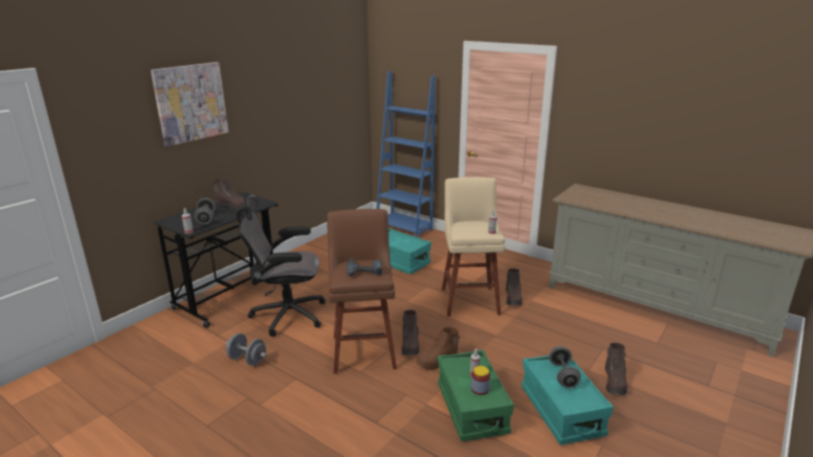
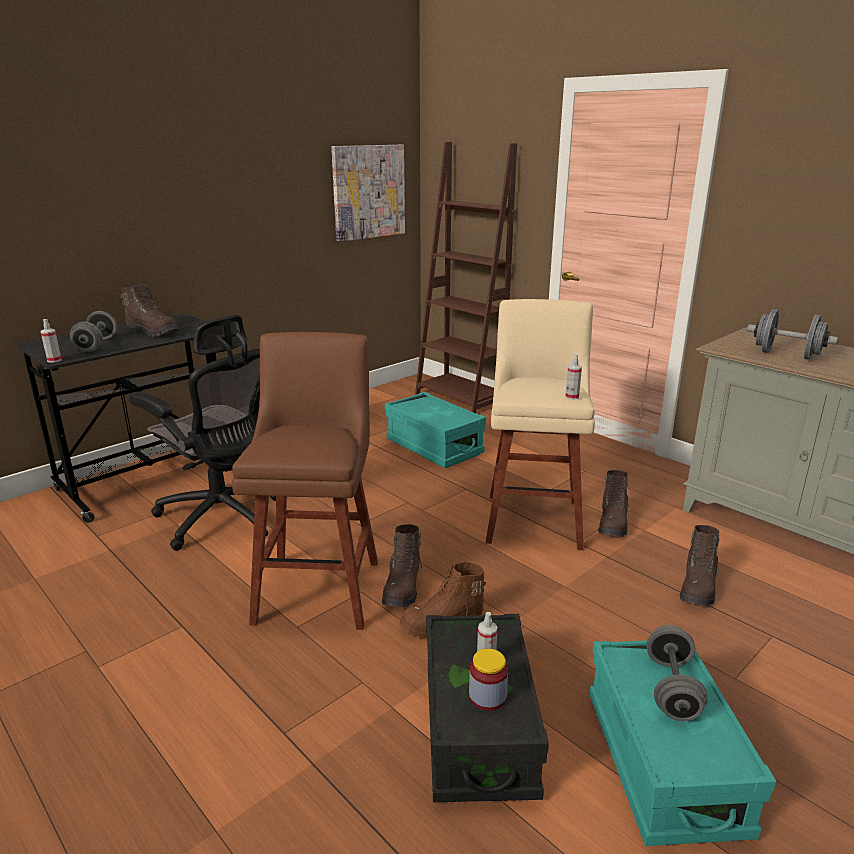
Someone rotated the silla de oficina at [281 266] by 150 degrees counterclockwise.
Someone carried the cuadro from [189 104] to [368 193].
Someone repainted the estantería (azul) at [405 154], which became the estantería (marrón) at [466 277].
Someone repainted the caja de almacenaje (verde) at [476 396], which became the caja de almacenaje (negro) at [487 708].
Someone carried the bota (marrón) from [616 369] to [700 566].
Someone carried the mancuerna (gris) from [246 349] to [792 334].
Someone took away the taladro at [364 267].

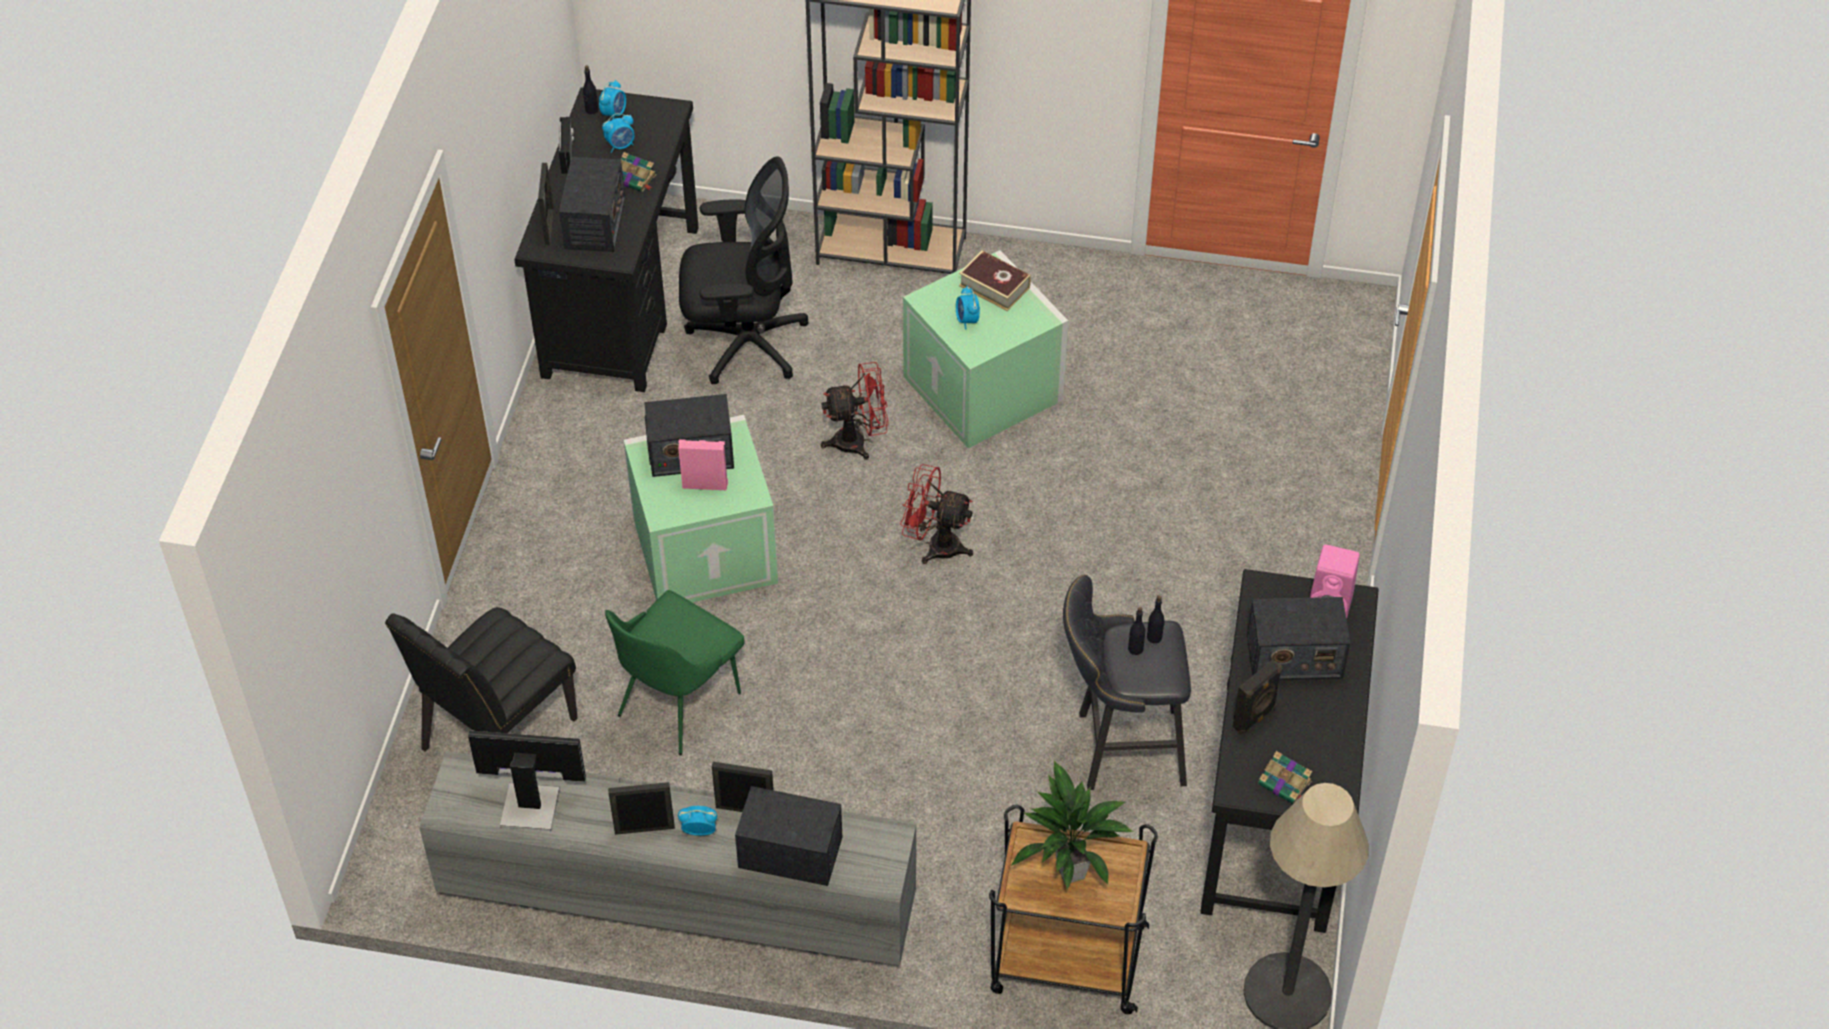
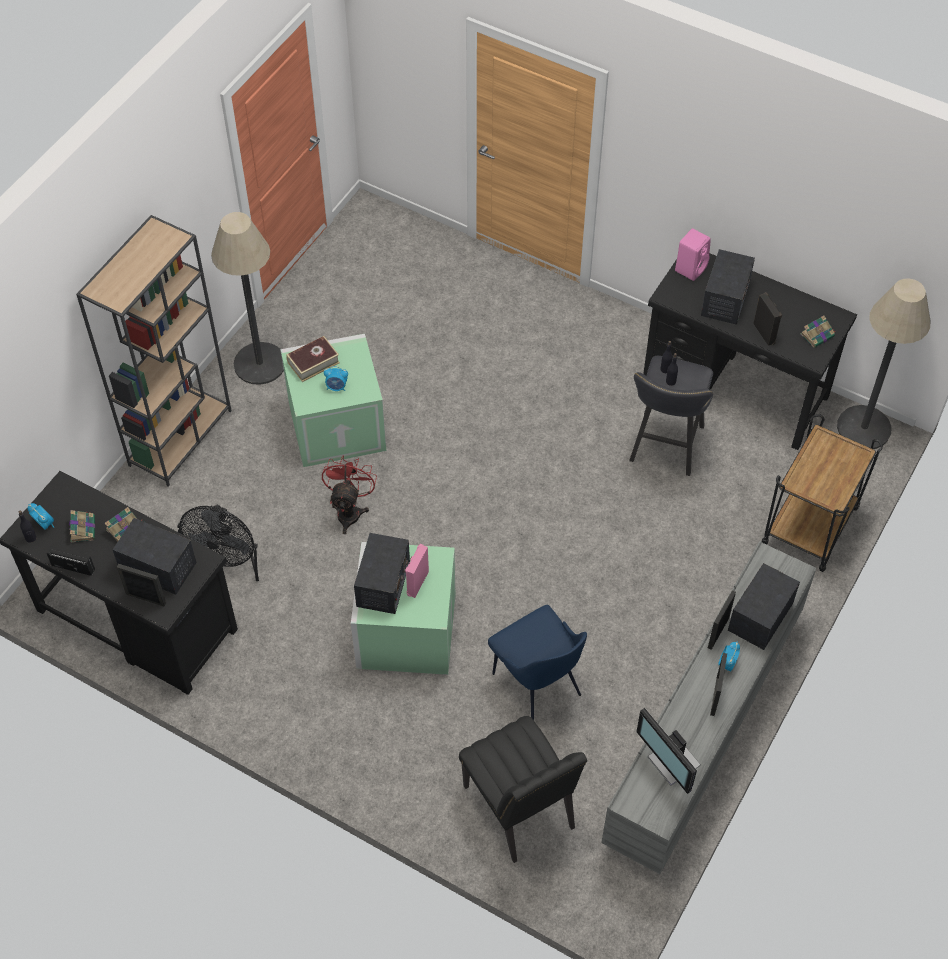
Someone swapped the despertador at [618 133] for the libro at [82 526].
Someone swapped the silla de oficina (negro) at [743 270] for the ventilador (negro) at [218 543].
Someone put down the lámpara de pie at [247 298].
Someone repainted the silla (verde) at [675 672], which became the silla (azul) at [537 663].
Someone rotated the monitor at [527 780] by 60 degrees counterclockwise.
Someone took away the ventilador (rojo) at [936 514].
Someone took away the planta en maceta at [1072 824].

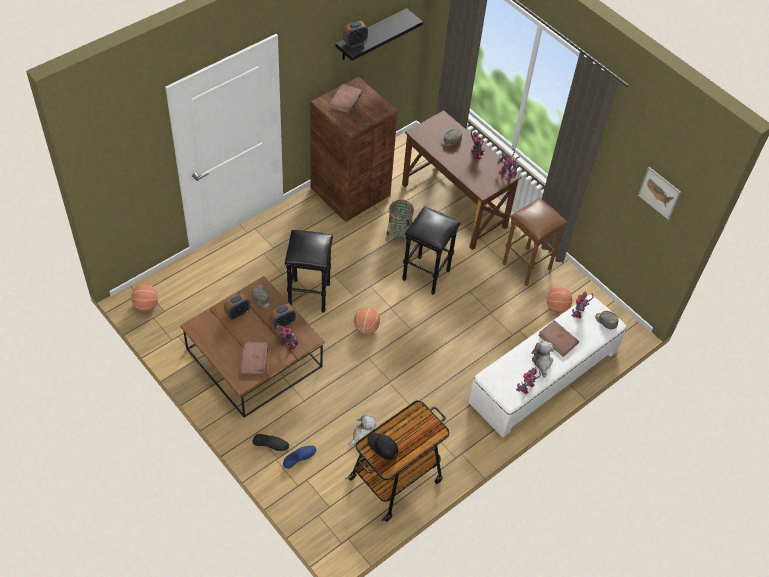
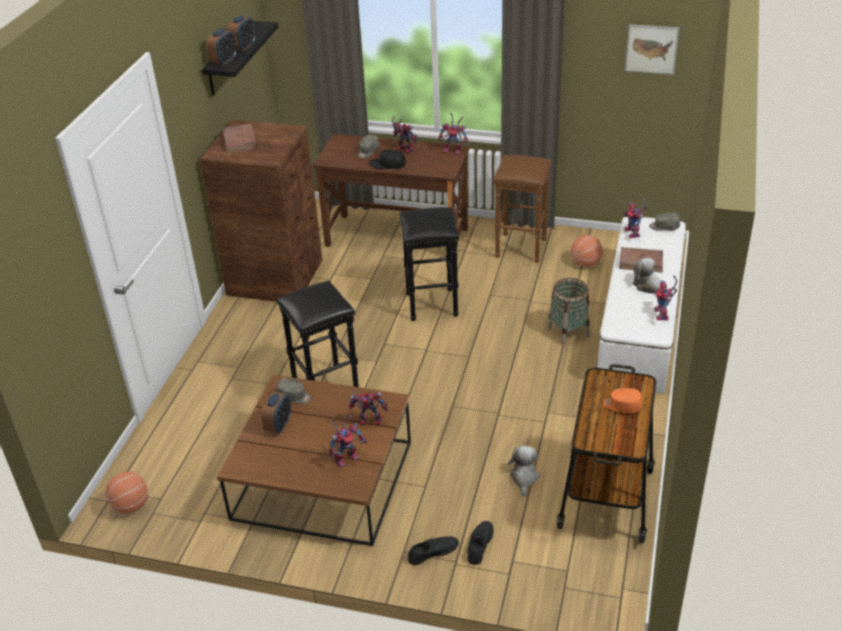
Someone carried the despertador from [283 316] to [241 33].
Someone swapped the libro (marrón) at [254 357] for the robot de juguete at [348 441].
Someone carried the gorra (negro) from [382 446] to [387 159].
Someone repainted the zapato (azul) at [299 457], which became the zapato (negro) at [480 543].
Someone carried the cesta from [400 222] to [568 311].
Someone put down the gorra (naranja) at [623 400].
Someone took away the balón de baloncesto at [367 320].

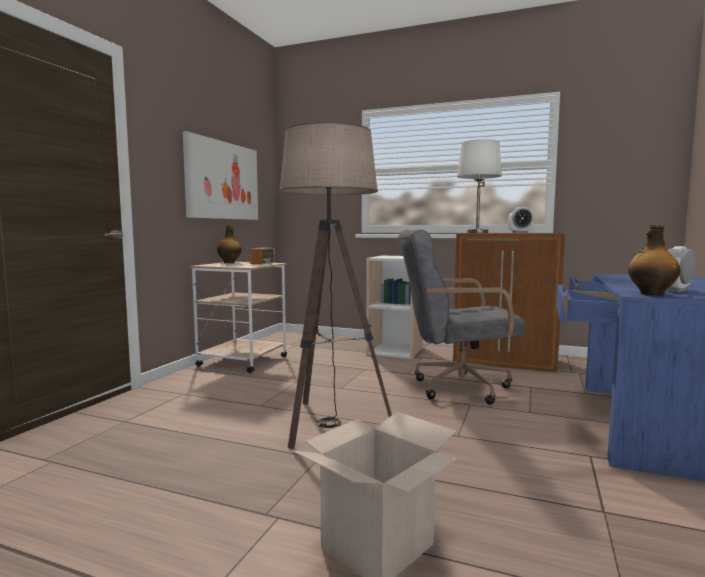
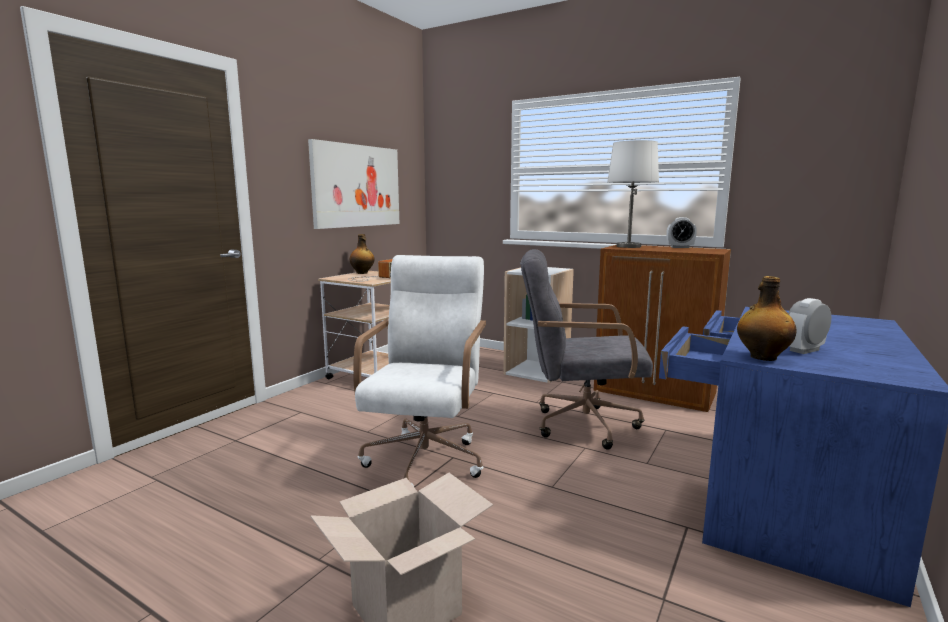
Someone swapped the lámpara de pie at [336 285] for the silla de oficina (blanco) at [419 370].

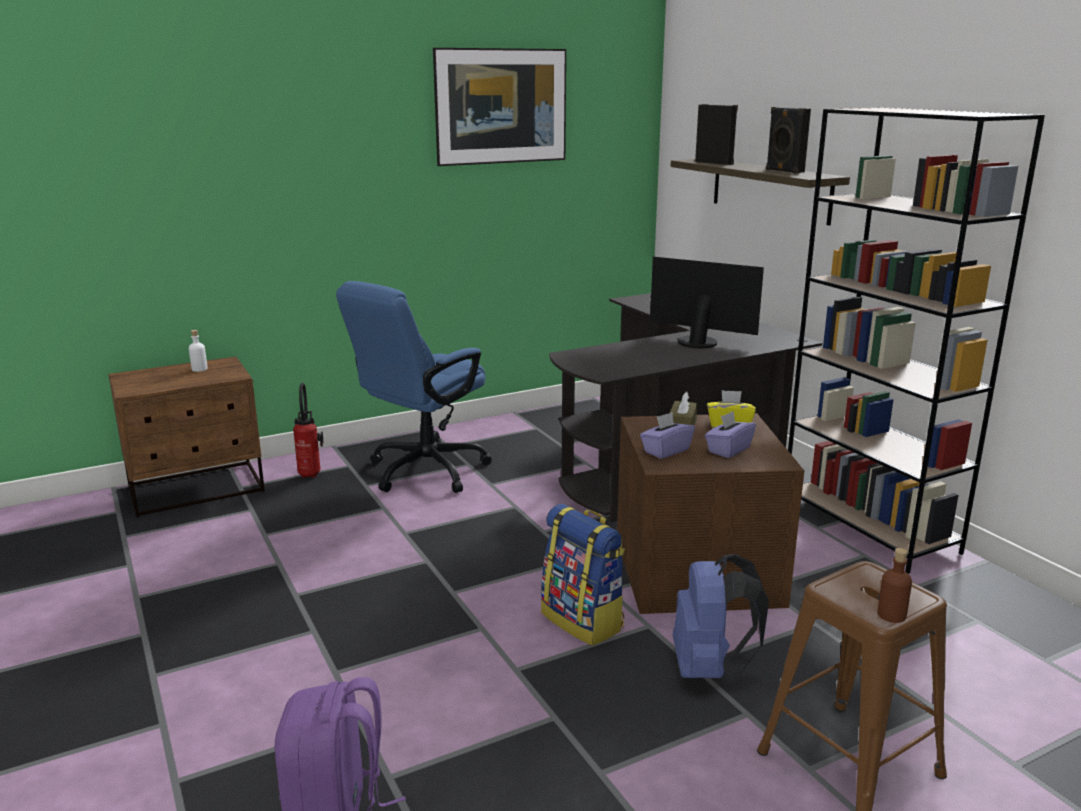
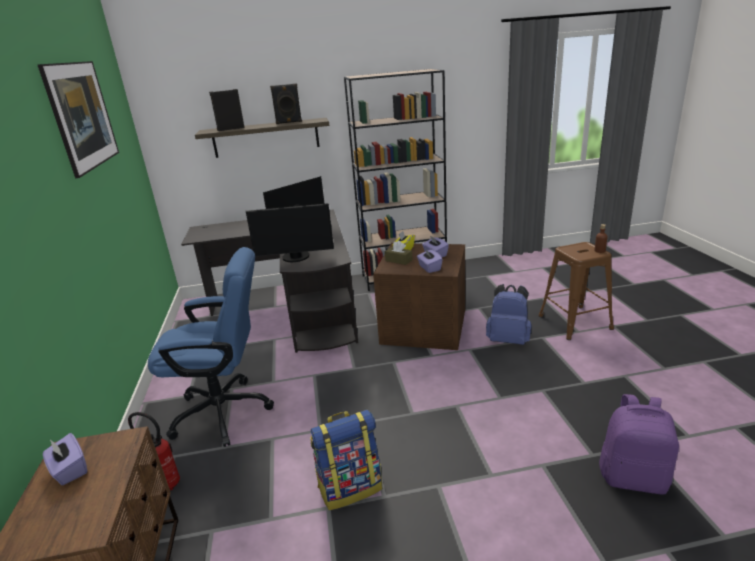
Someone swapped the botella (blanco) at [198 351] for the caja de pañuelos (morado) at [65 459].
Someone rotated the silla de oficina (azul) at [414 387] by 60 degrees counterclockwise.
Someone put down the monitor at [290 232].
Someone carried the mochila from [583 575] to [346 460].

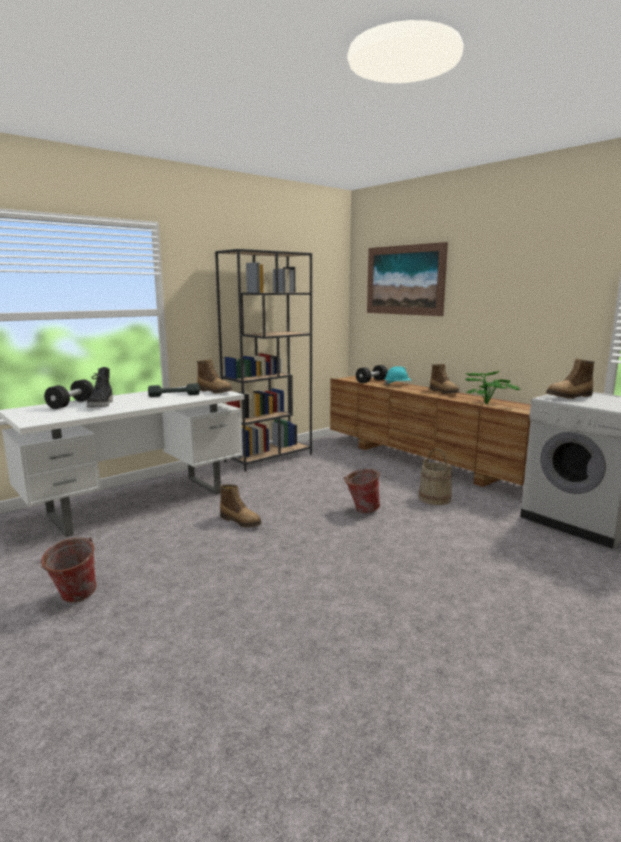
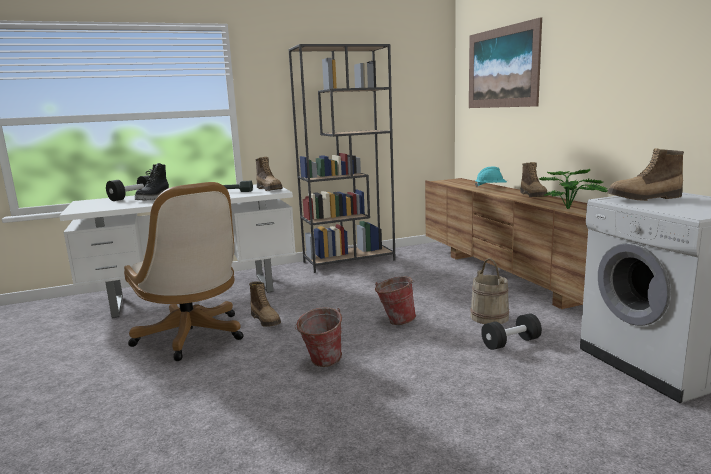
Someone put down the silla de oficina at [183 271].
Someone carried the cubo from [68 570] to [318 337].
Someone carried the mancuerna (negro) from [372 374] to [511 331].

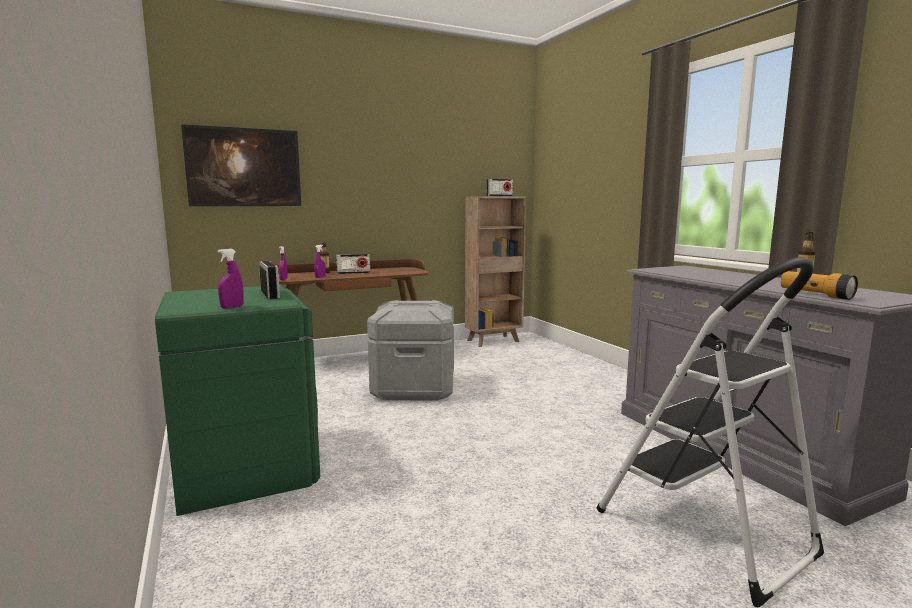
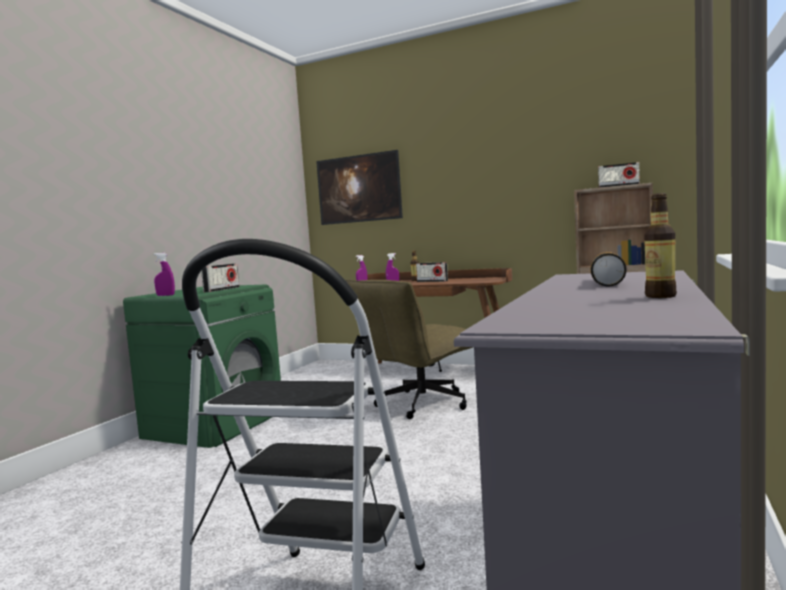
Someone swapped the caja de almacenaje (gris) at [410 350] for the silla de oficina (beis) at [409 349].
Someone carried the linterna from [819 285] to [608 269].

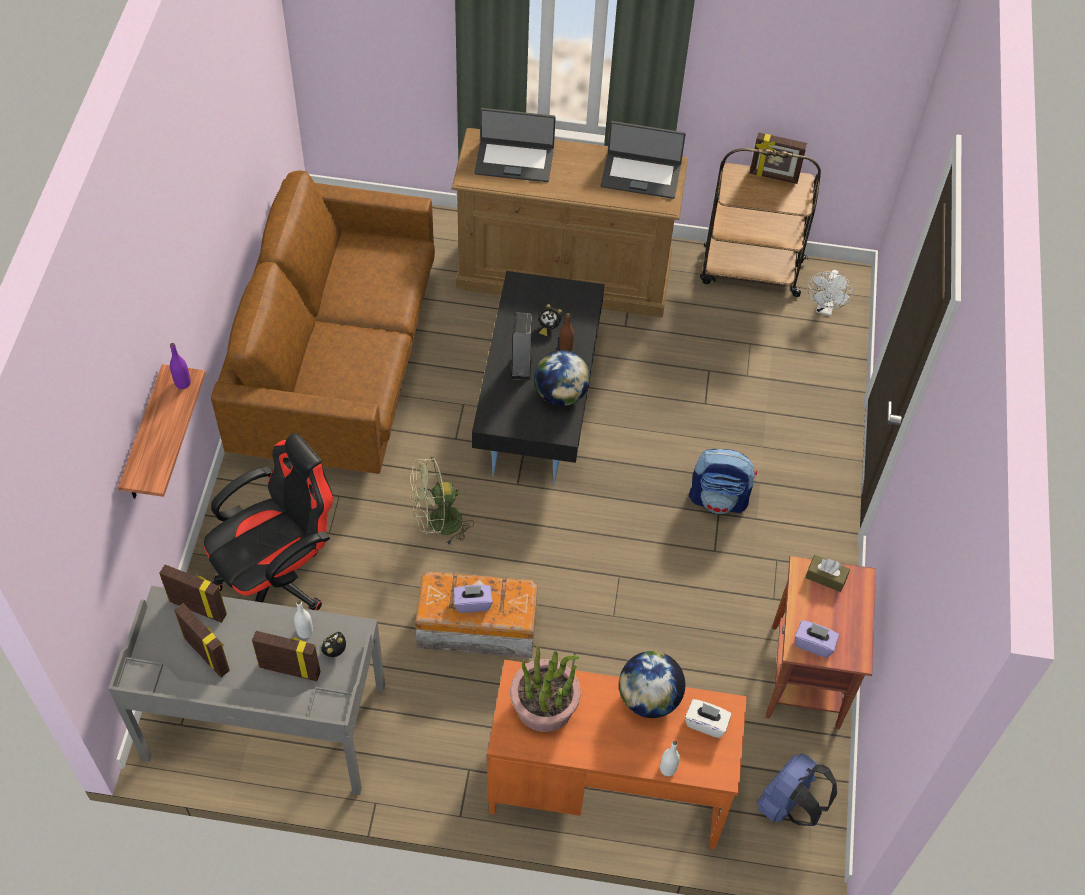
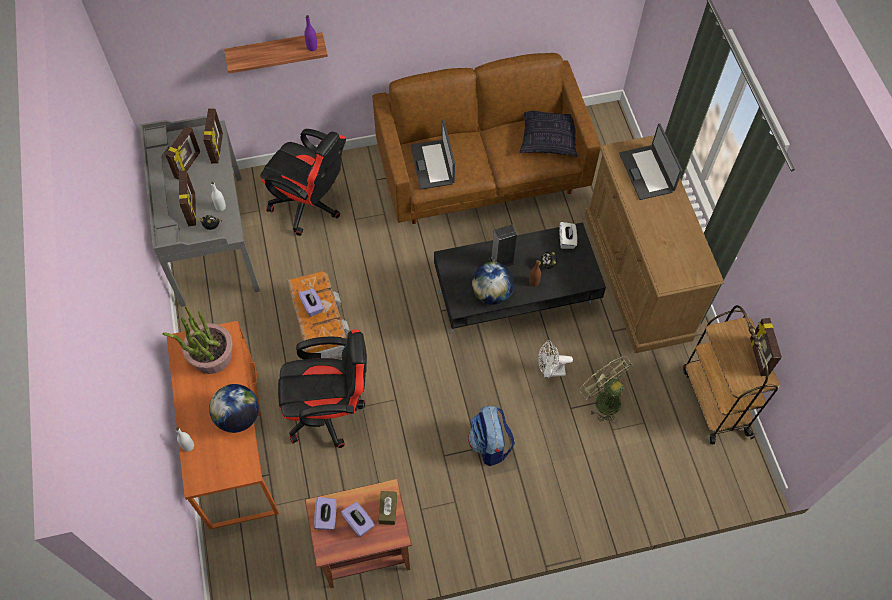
Someone put down the silla de oficina (negro) at [322 388].
Someone put down the caja de pañuelos (morado) at [358 519].
Someone carried the portátil from [643 160] to [432 154].
Someone put down the cojín at [549 134].
Someone carried the ventilador (blanco) from [830 293] to [555 359].
Someone carried the caja de pañuelos (blanco) from [708 718] to [568 235].
Someone carried the ventilador (verde) from [442 501] to [606 389].
Someone took away the mochila (azul) at [797 790].

